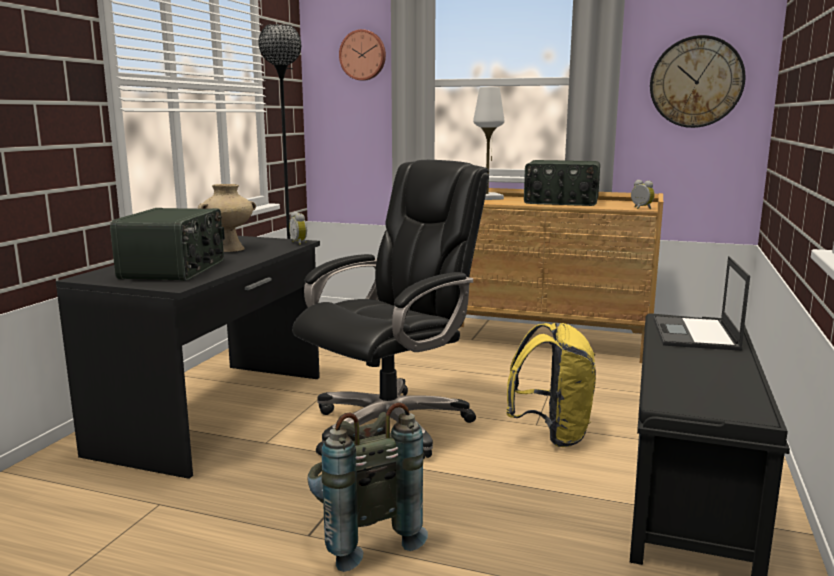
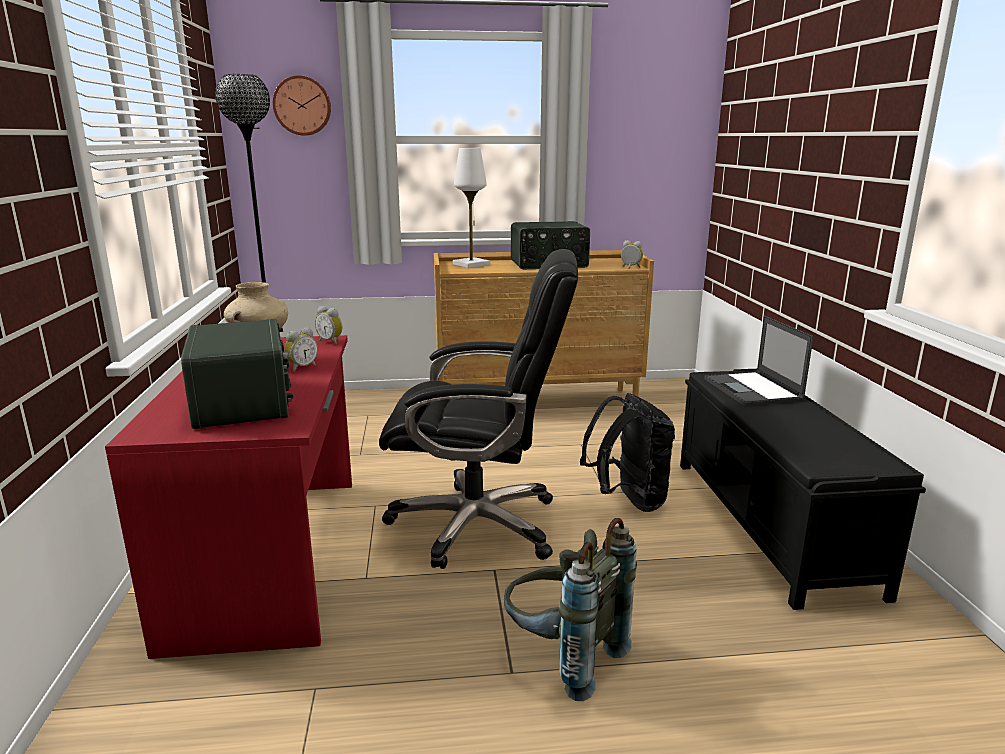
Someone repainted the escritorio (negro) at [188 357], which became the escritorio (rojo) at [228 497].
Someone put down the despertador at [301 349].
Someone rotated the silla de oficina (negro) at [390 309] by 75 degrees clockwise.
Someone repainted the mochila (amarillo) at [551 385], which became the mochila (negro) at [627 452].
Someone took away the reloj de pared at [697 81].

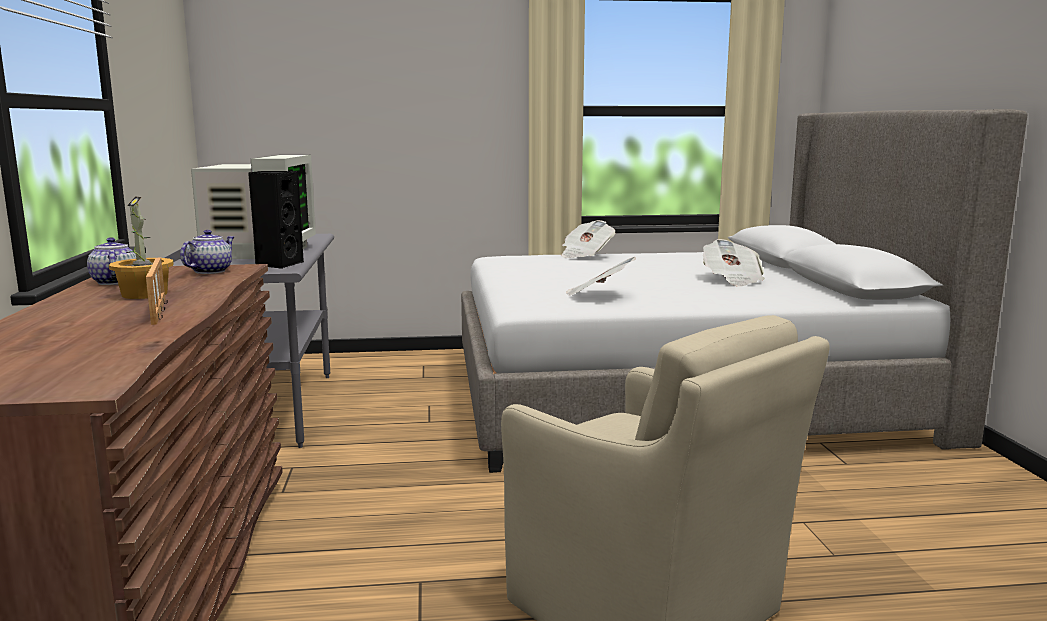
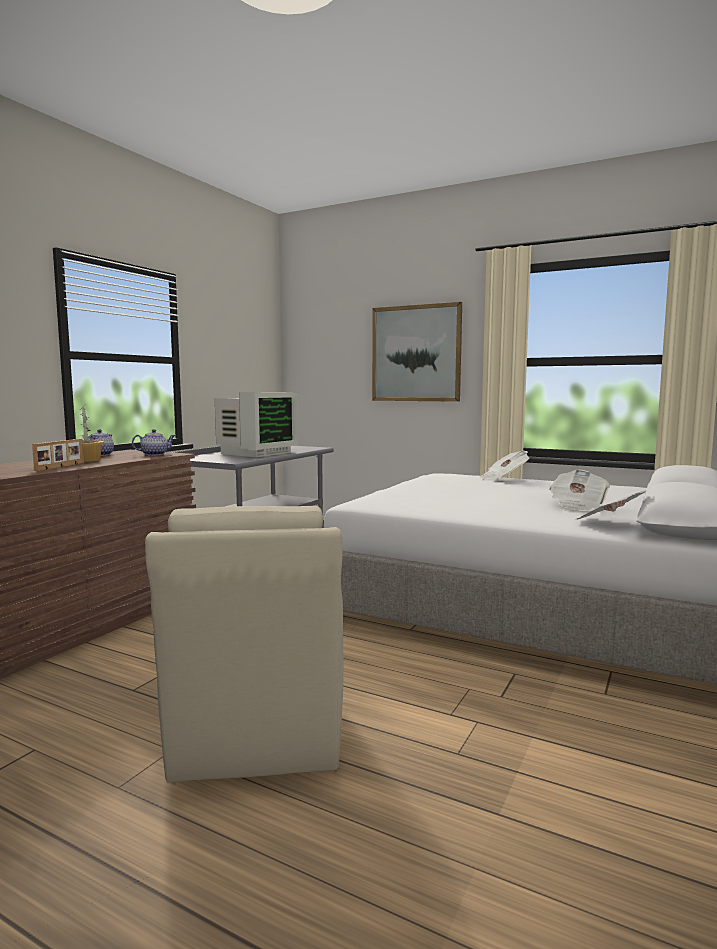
Someone put up the cuadro at [417 352].
Someone carried the periódico from [601 276] to [610 505].
Someone took away the altavoz (negro) at [276 220].

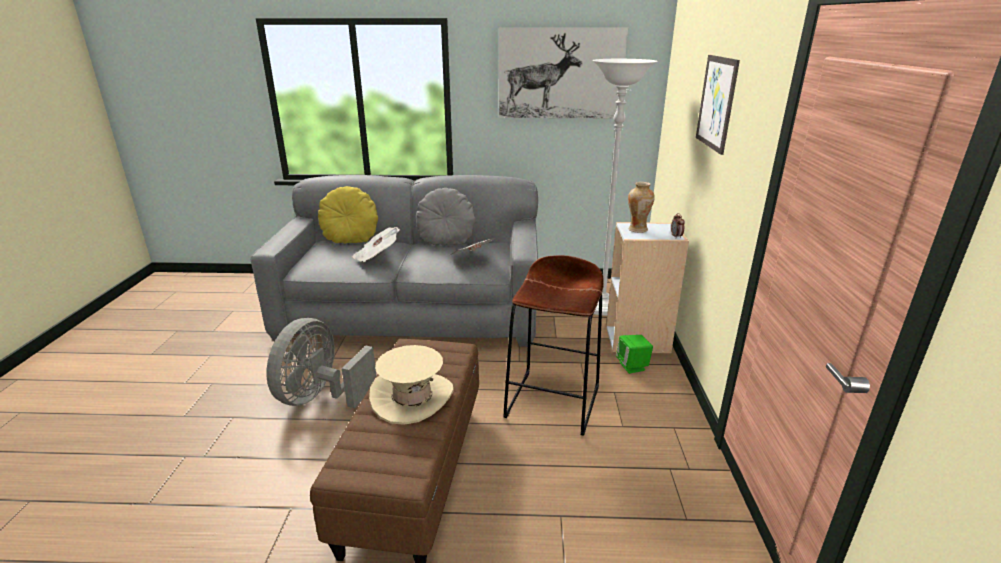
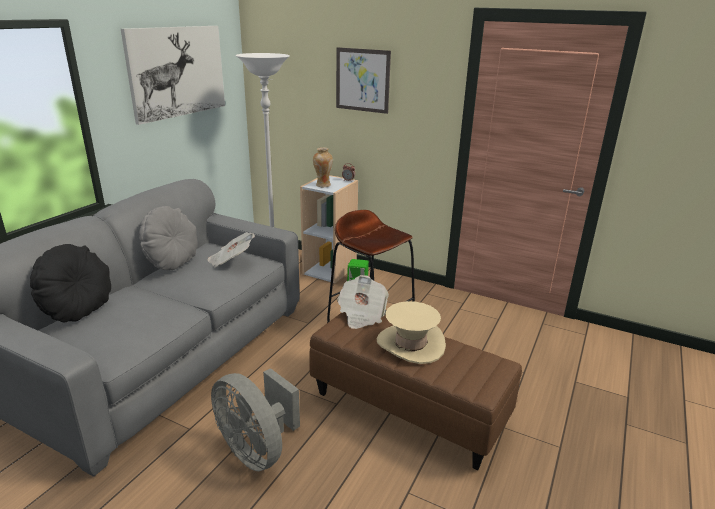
Someone repainted the cojín (amarillo) at [348 215], which became the cojín (negro) at [70 283].
Someone carried the periódico from [376 244] to [363 302].

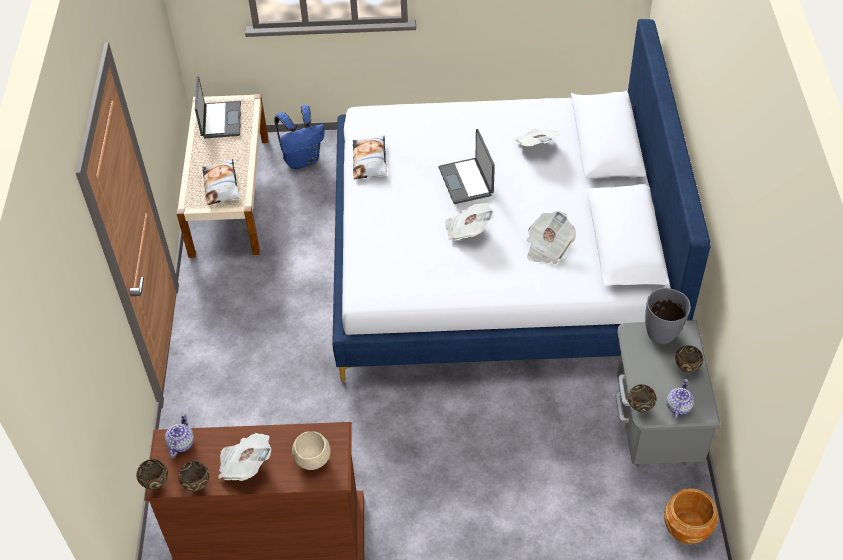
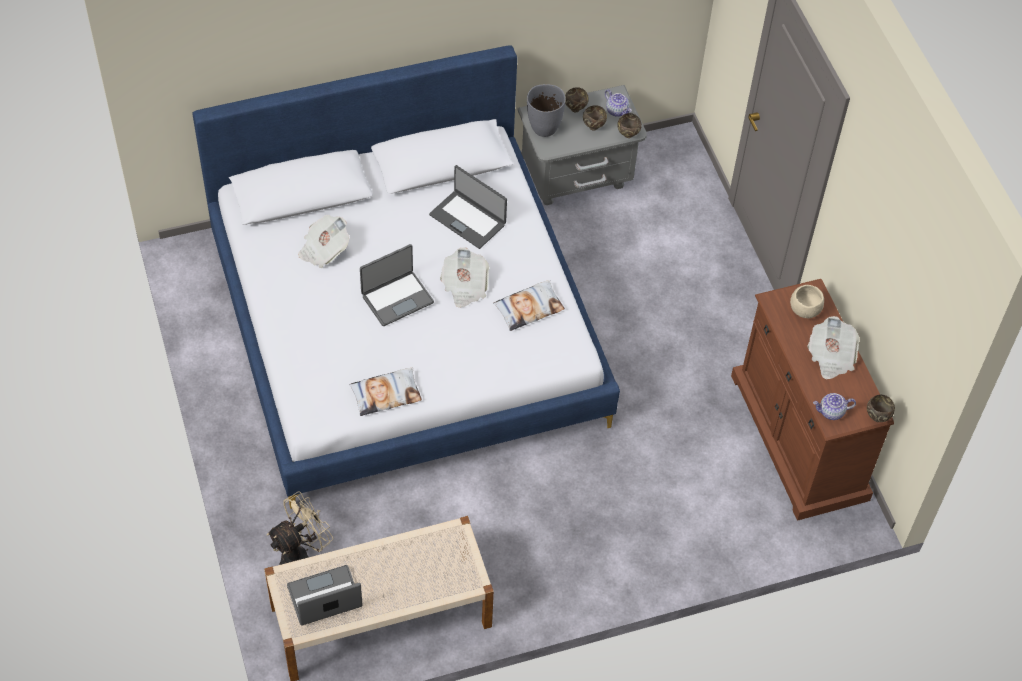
Someone swapped the mochila (azul) at [299 137] for the ventilador (beis) at [300 528].
Someone swapped the periódico at [551 237] for the portátil at [468 207].
Someone carried the cojín from [220 182] to [529 305].
Someone carried the cuenco (marrón) from [194 475] to [595 118].
Someone rotated the tetera at [680 399] by 135 degrees counterclockwise.
Someone took away the maceta (marrón) at [691 516].

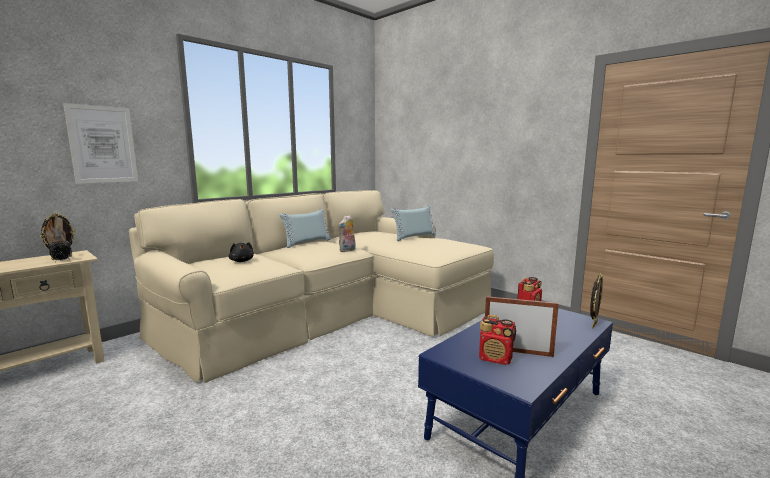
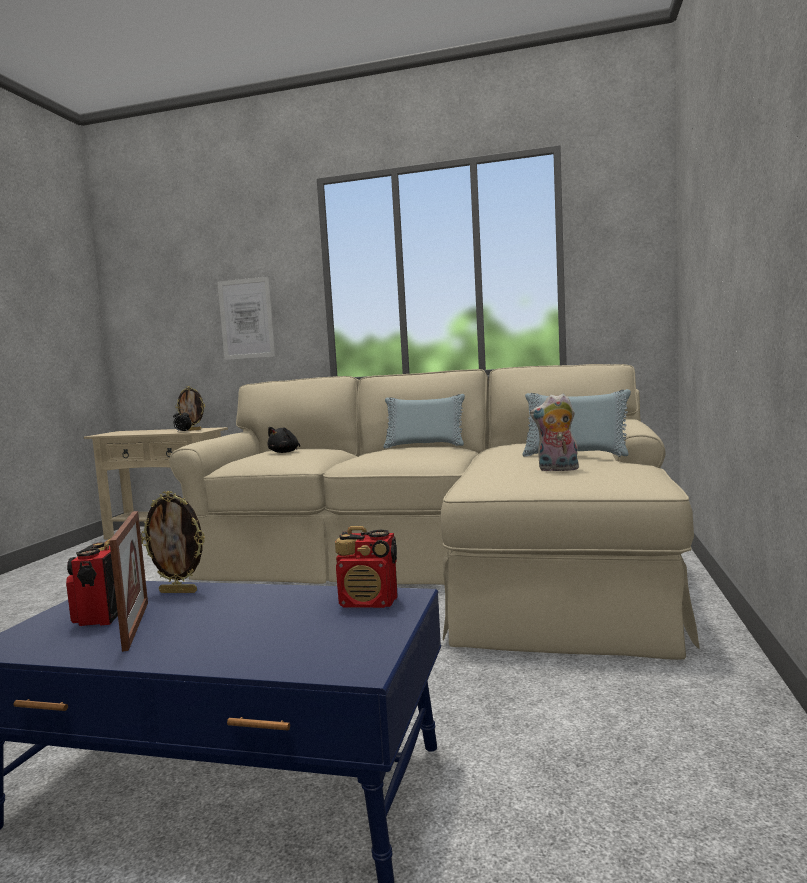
Someone carried the portarretratos from [596 300] to [173 542].
Someone carried the peluche from [347 233] to [554 433].

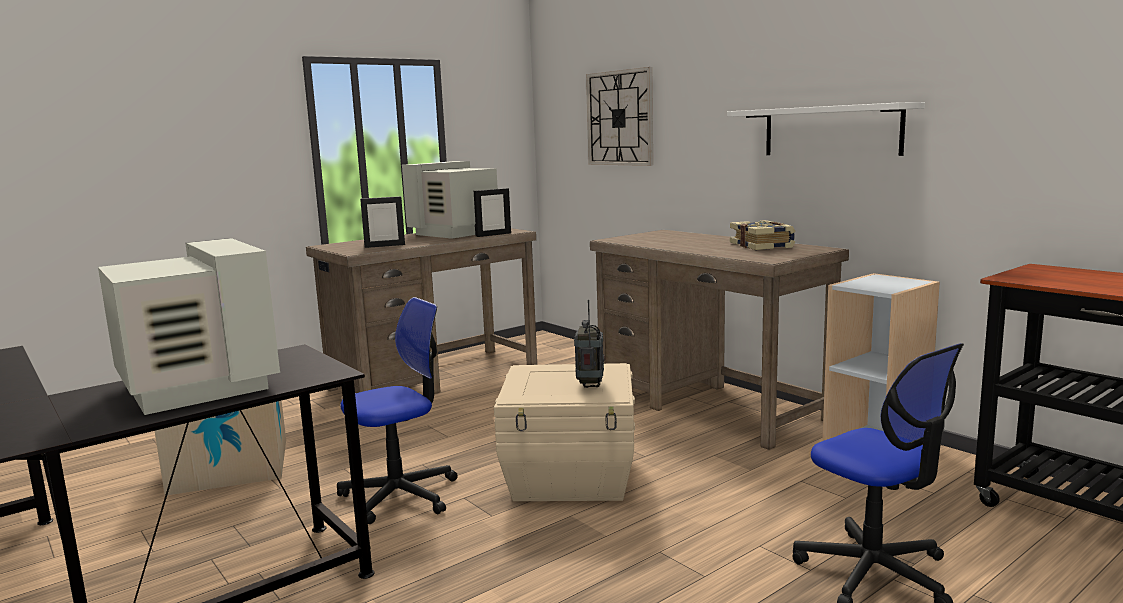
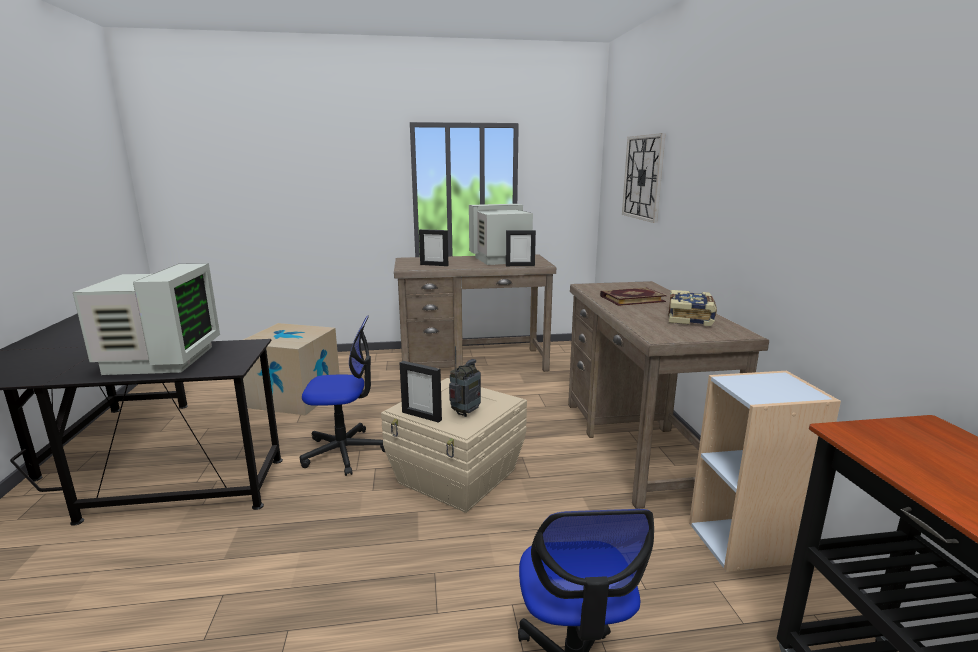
Someone put down the portarretratos at [421 392].
Someone put down the libro at [633 296].
Someone took away the estante (blanco) at [826 129].

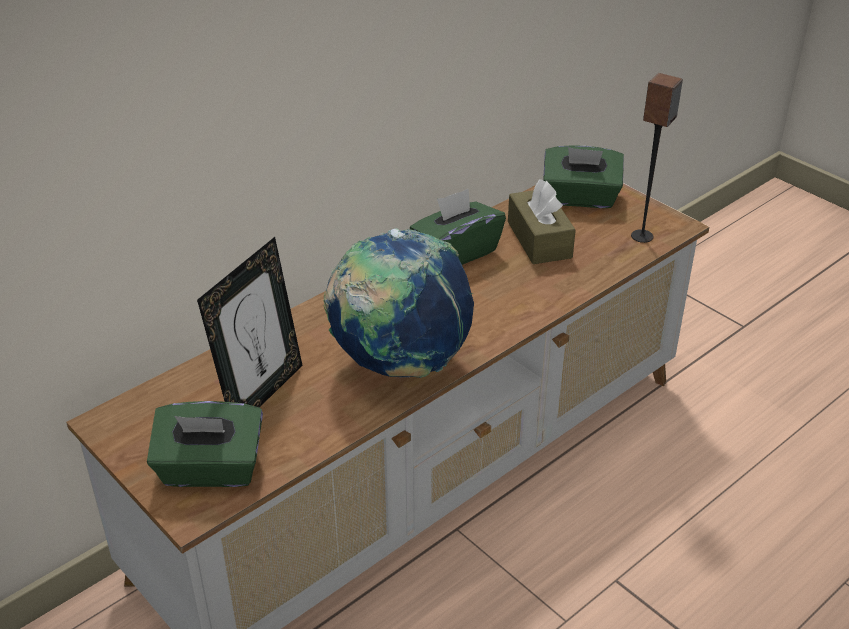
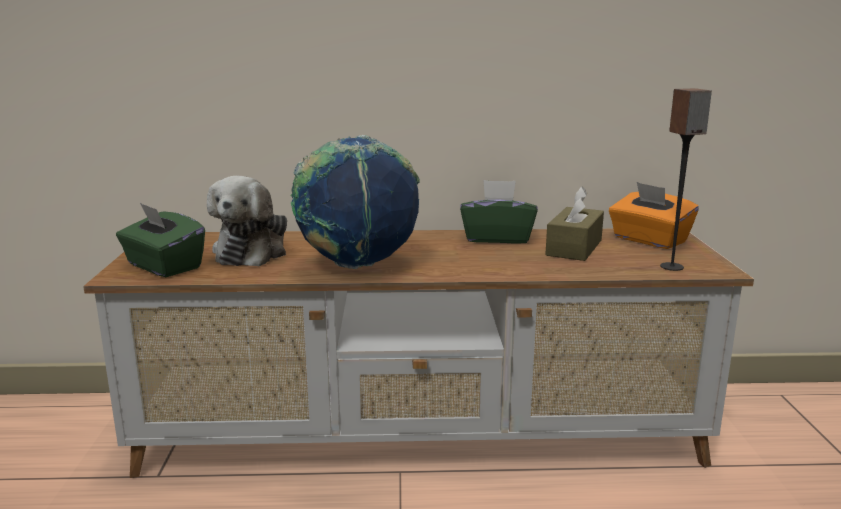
Someone swapped the portarretratos at [250 322] for the peluche at [247 221].
Someone repainted the caja de pañuelos (verde) at [583 177], which became the caja de pañuelos (naranja) at [654 215].

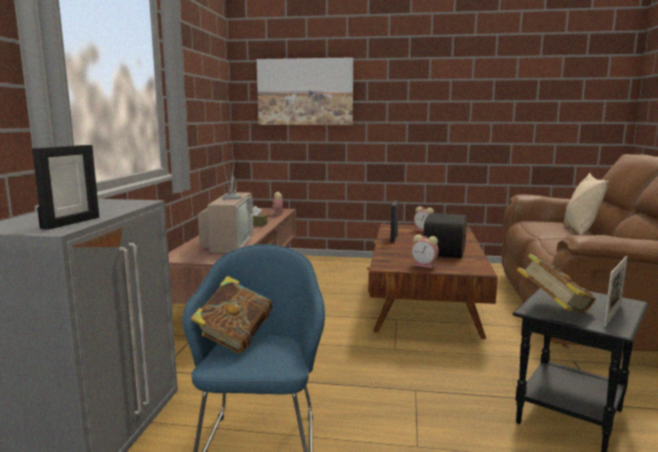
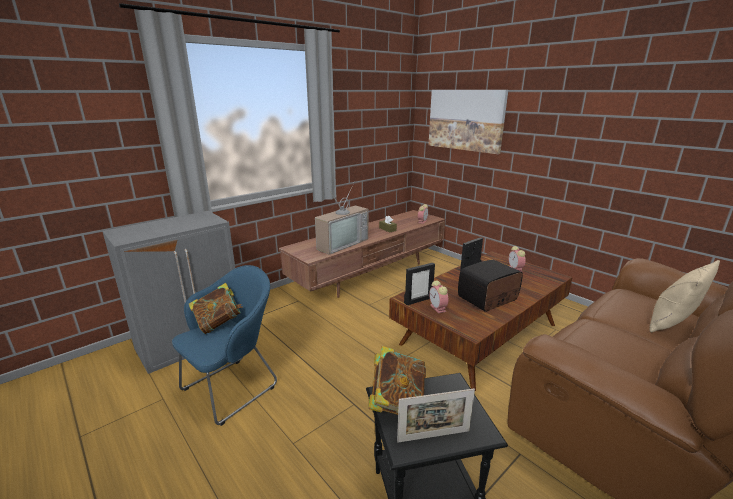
Someone carried the portarretratos from [65 187] to [419 284].

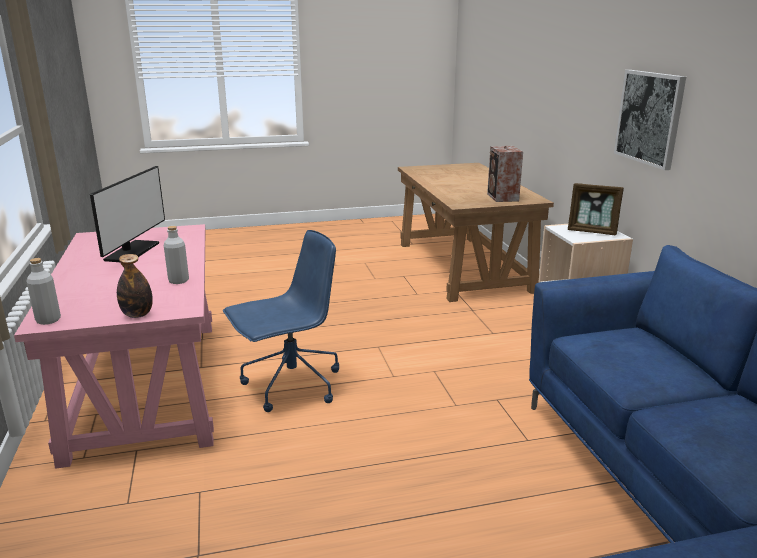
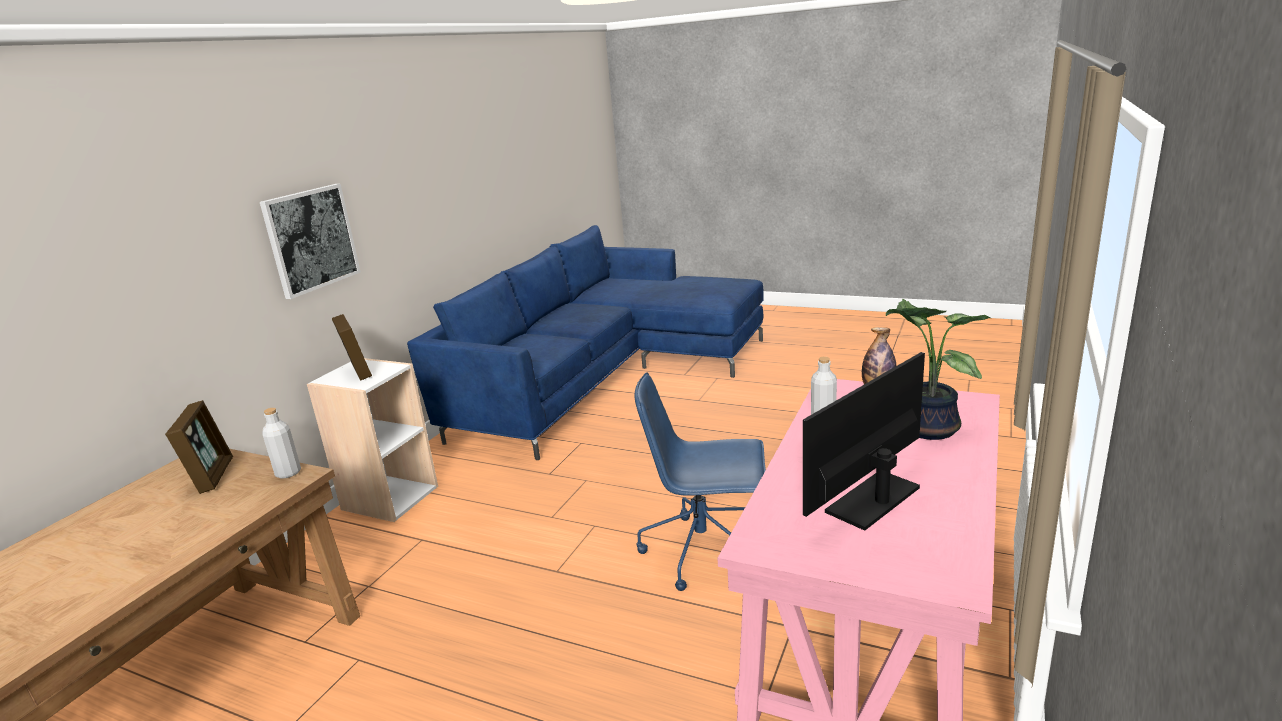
Someone swapped the altavoz at [505 174] for the portarretratos at [199 447].
Someone carried the botella (gris) from [43 291] to [281 443].
Someone put down the planta en maceta at [938 369].

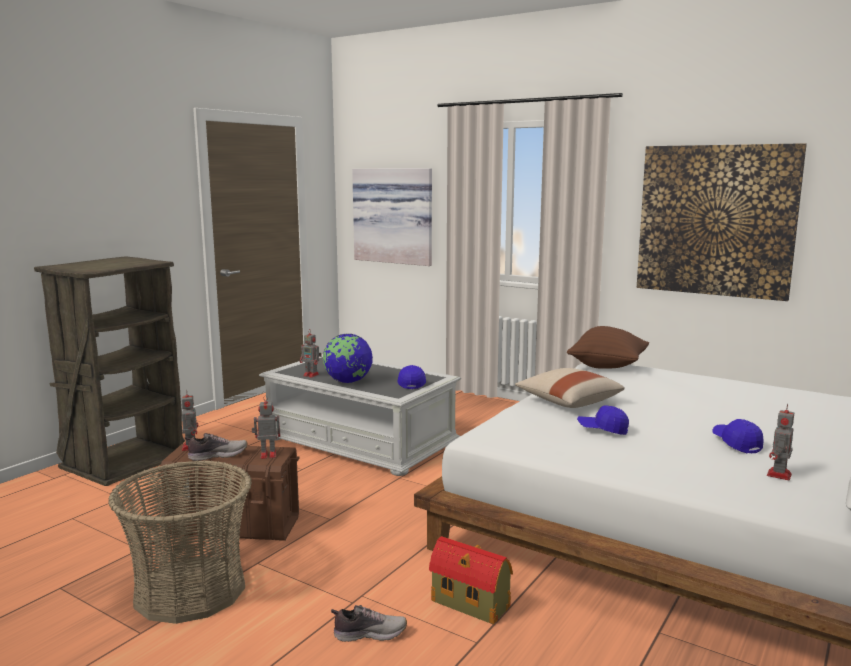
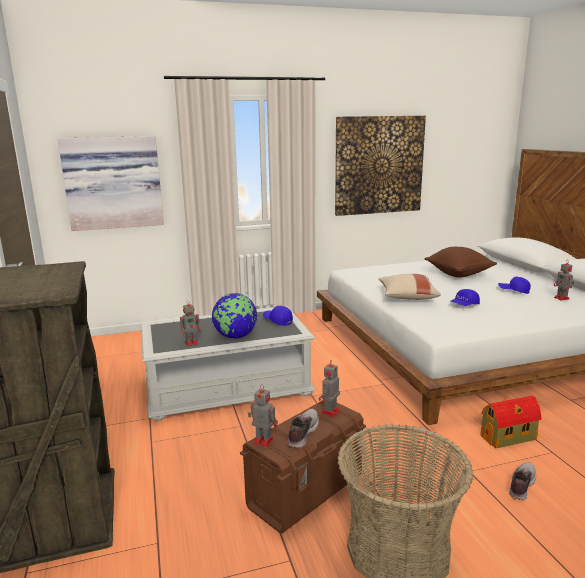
Someone carried the cojín (marrón) from [608 347] to [461 262].

